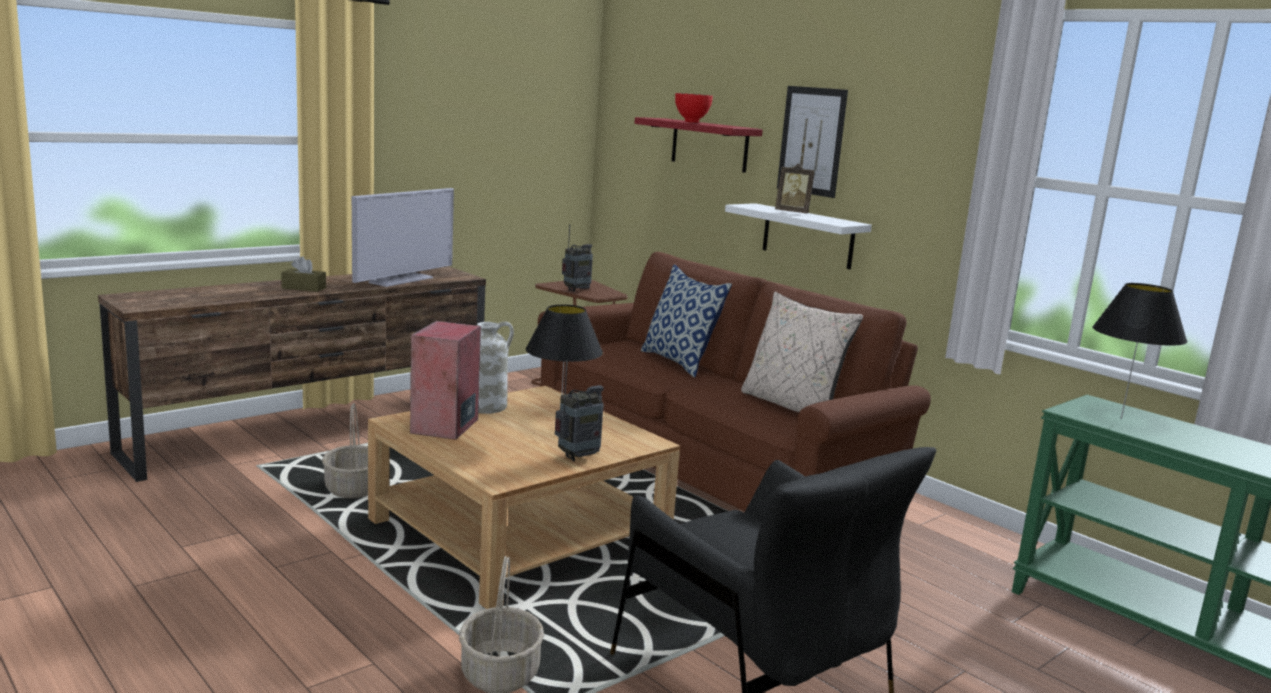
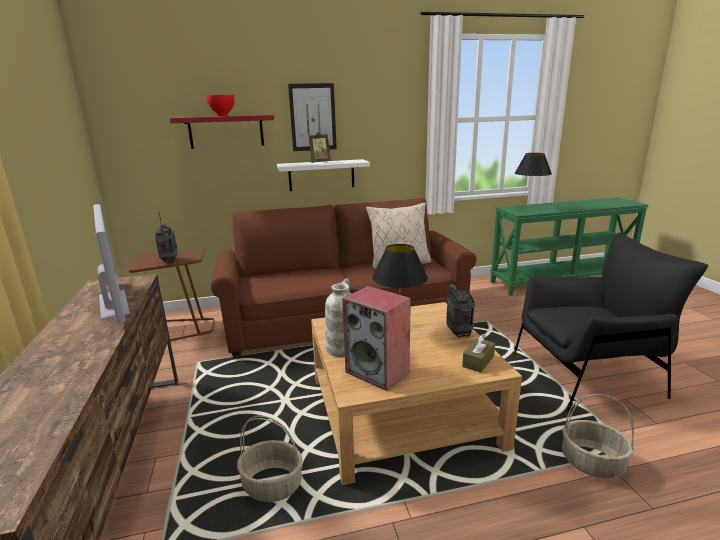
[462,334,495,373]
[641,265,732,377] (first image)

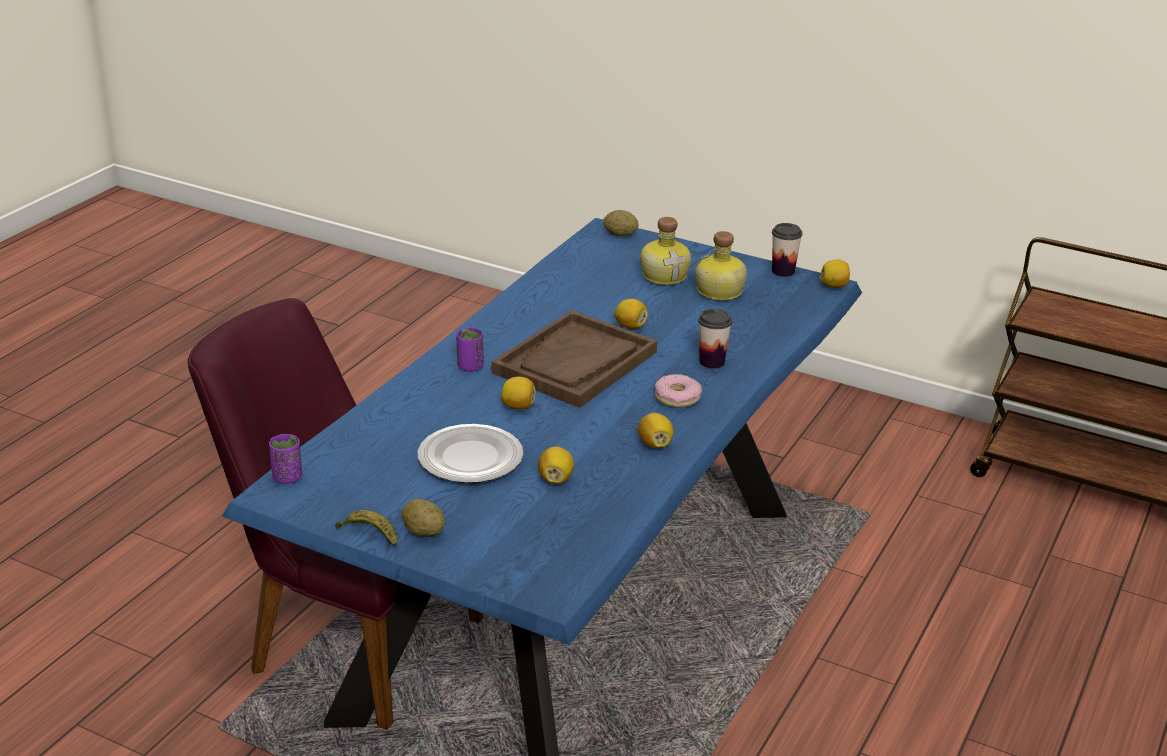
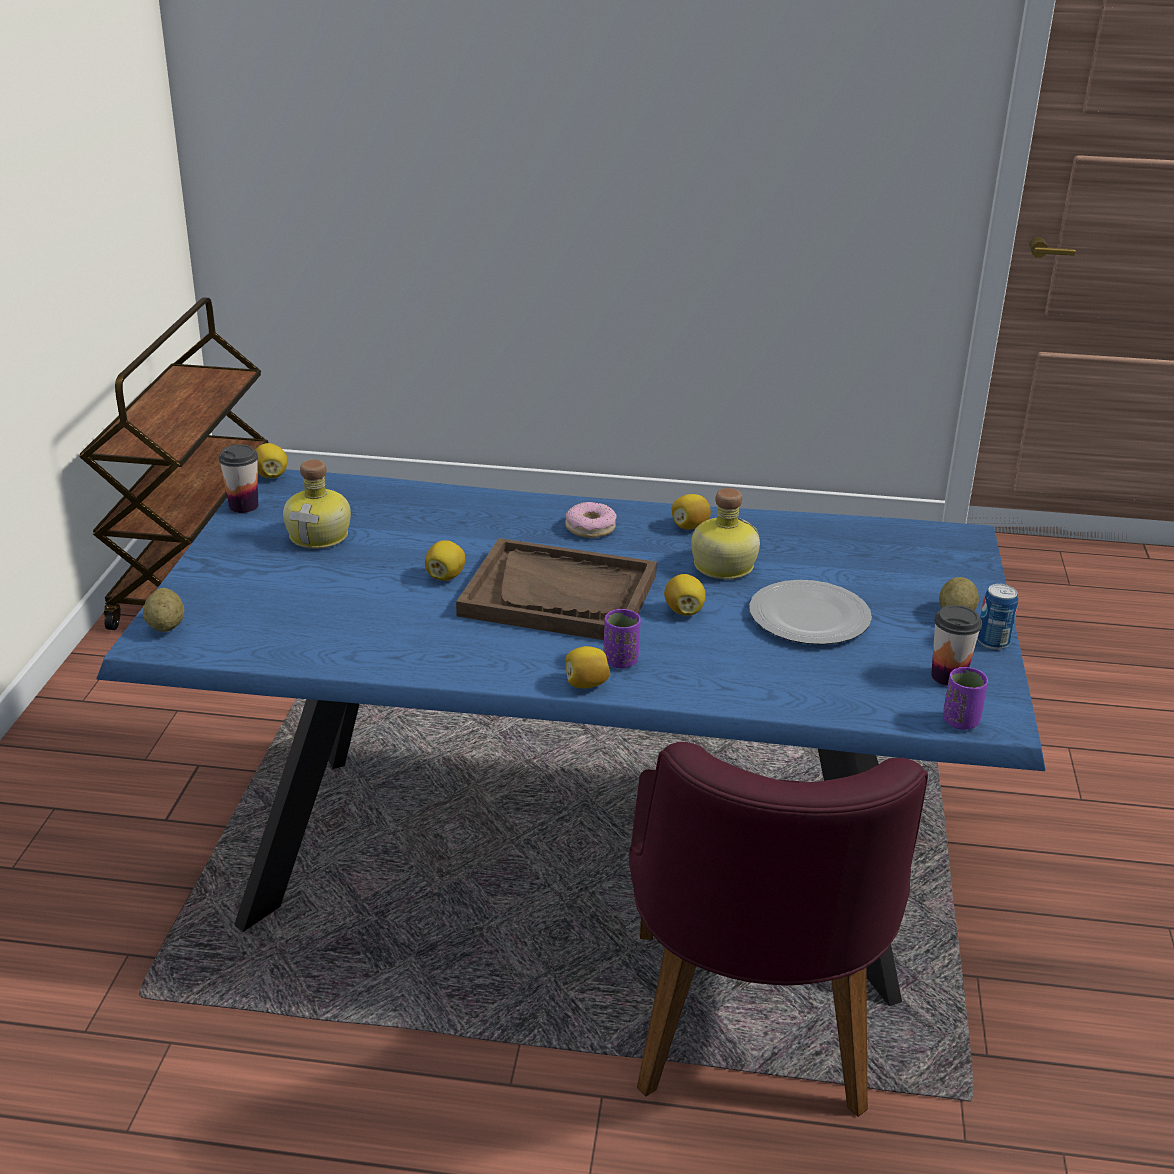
[691,488,760,580]
[931,605,982,686]
[565,646,610,689]
[977,584,1018,650]

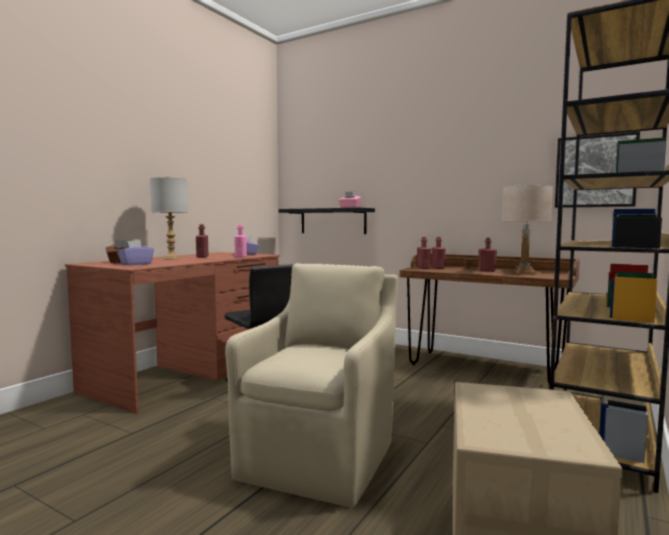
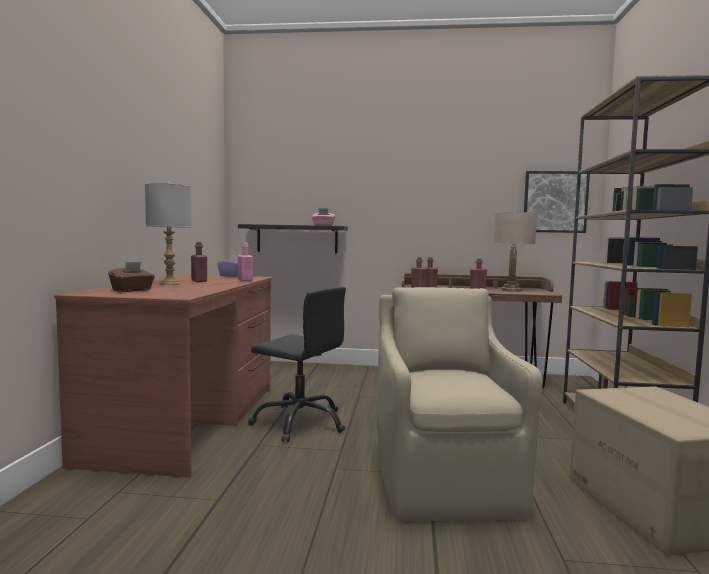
[117,240,154,265] (first image)

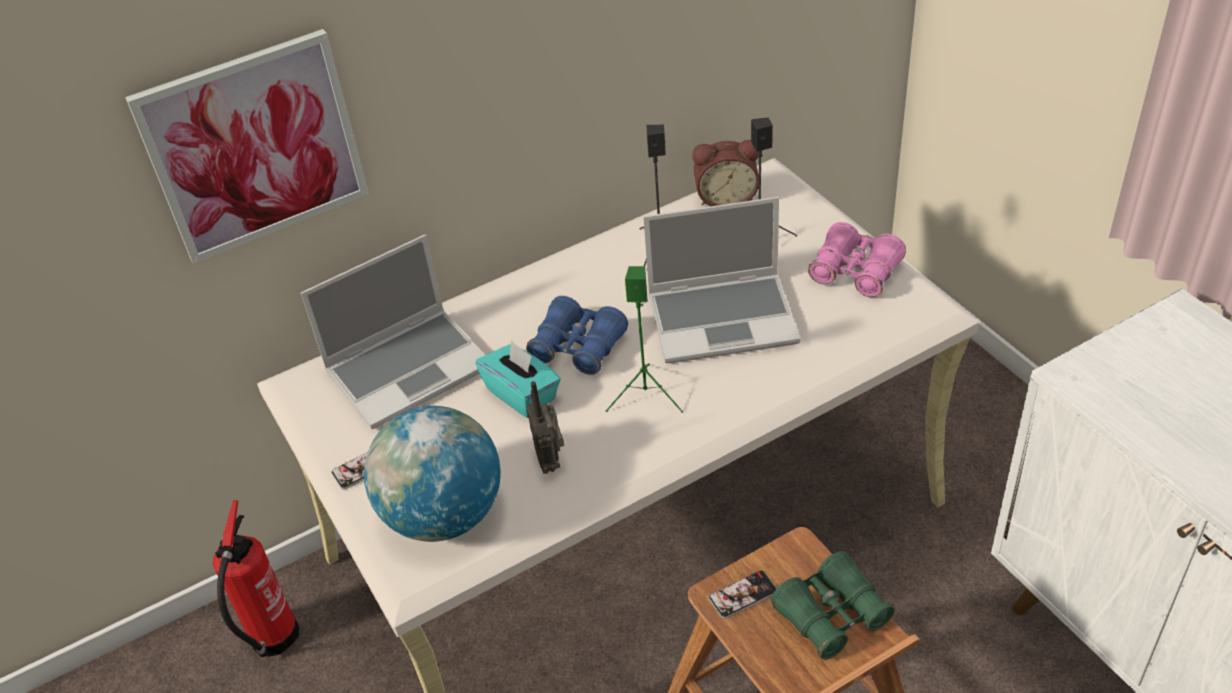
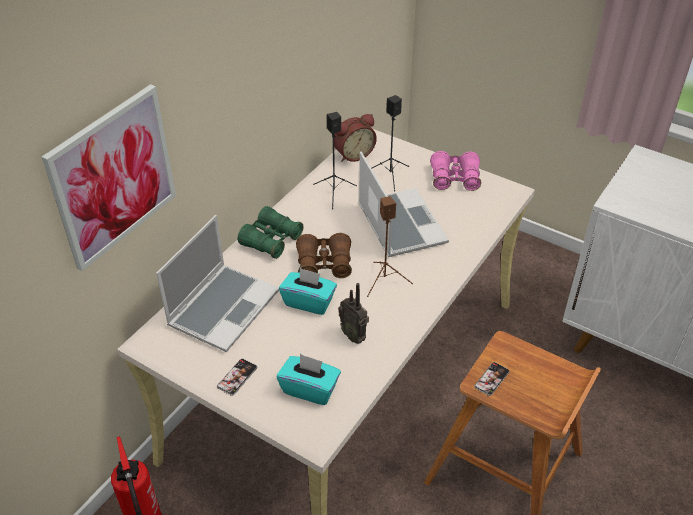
[359,151,449,257]
[367,196,413,297]
[296,233,352,278]
[277,354,341,405]
[237,206,303,259]

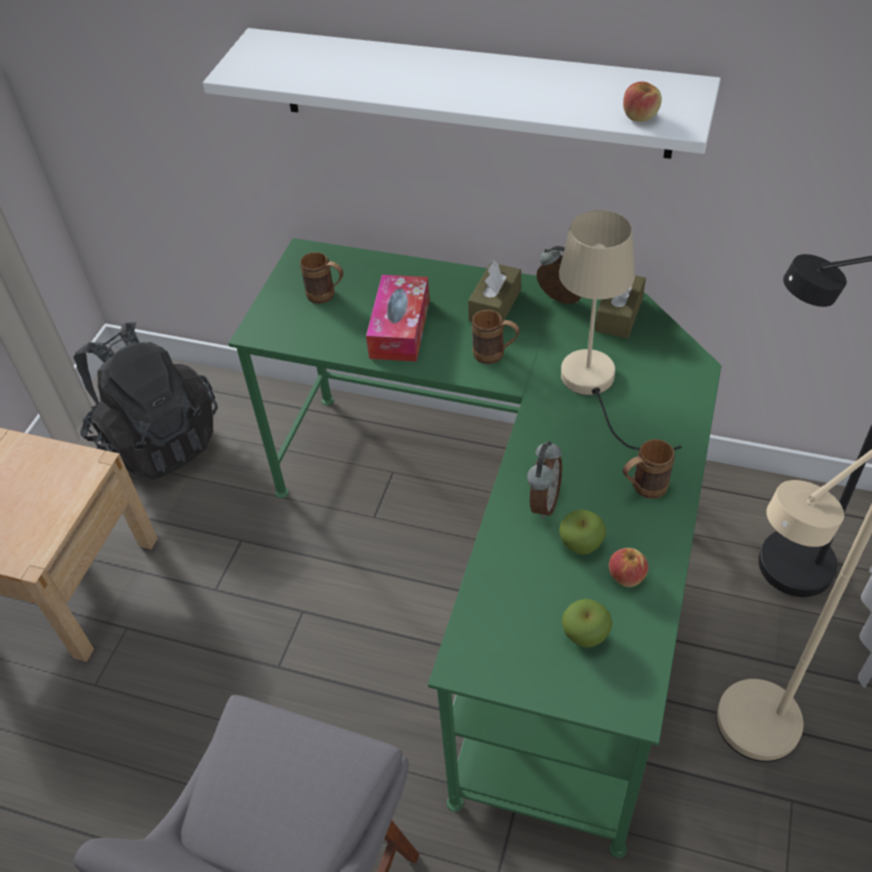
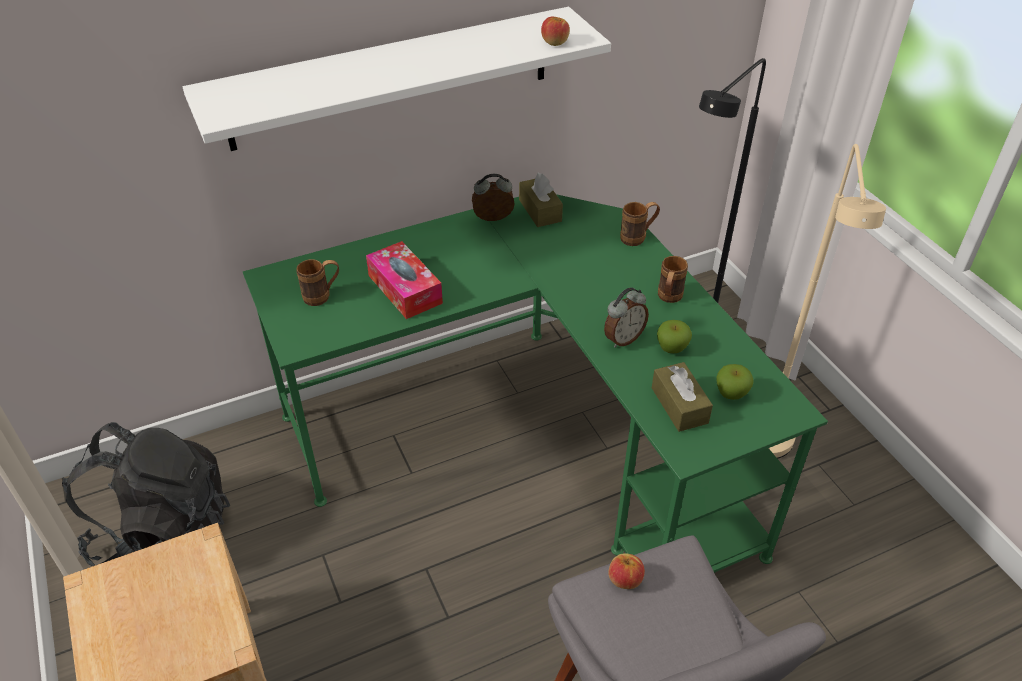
[559,210,682,450] (first image)
[652,362,713,432]
[620,202,660,246]
[604,287,649,348]
[608,553,645,589]

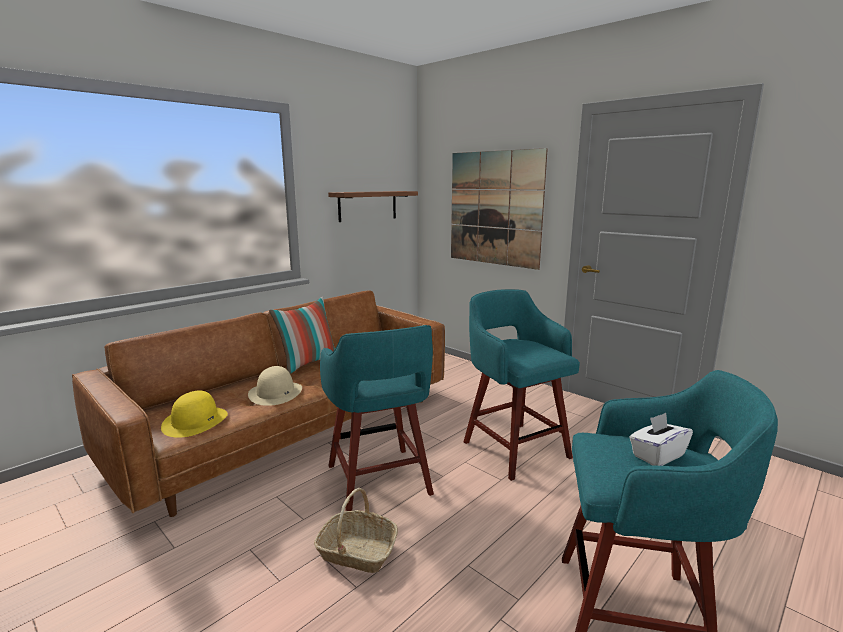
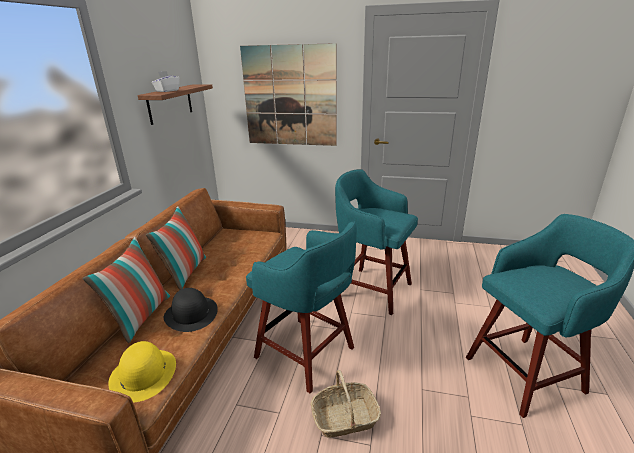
[164,288,218,332]
[152,71,179,92]
[82,237,170,343]

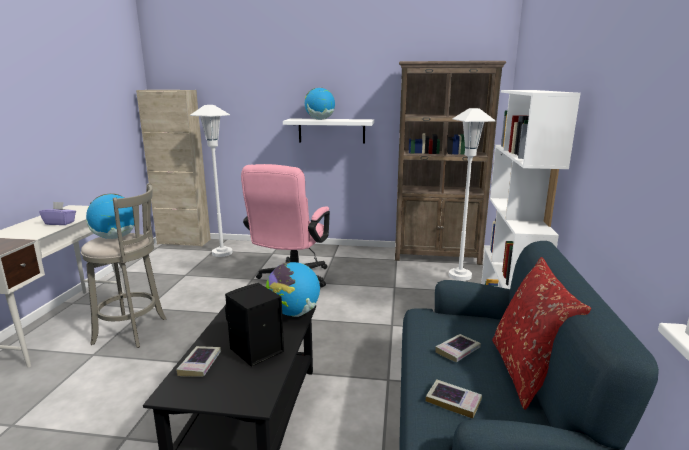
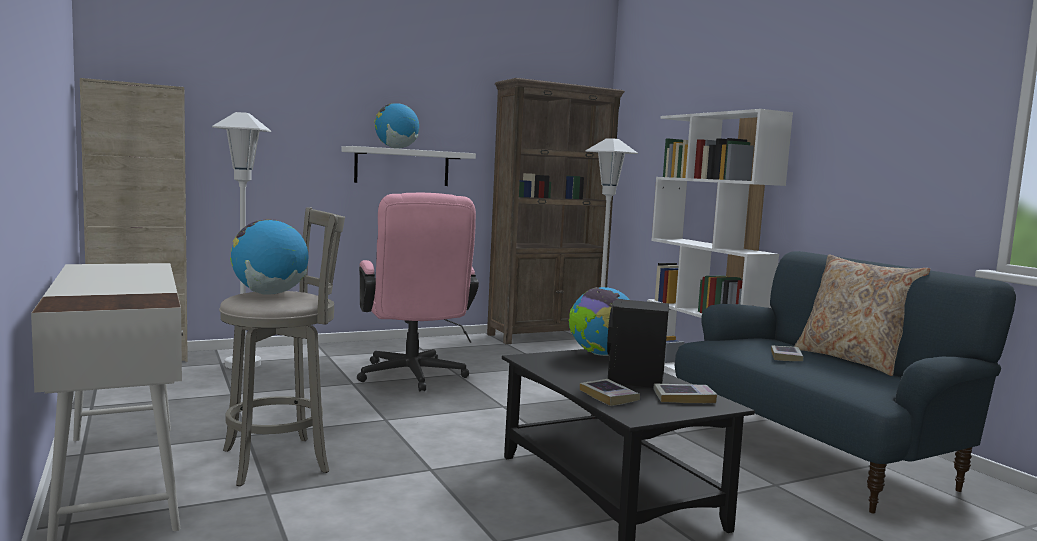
[39,202,76,225] (first image)
[794,254,931,376]
[653,383,717,403]

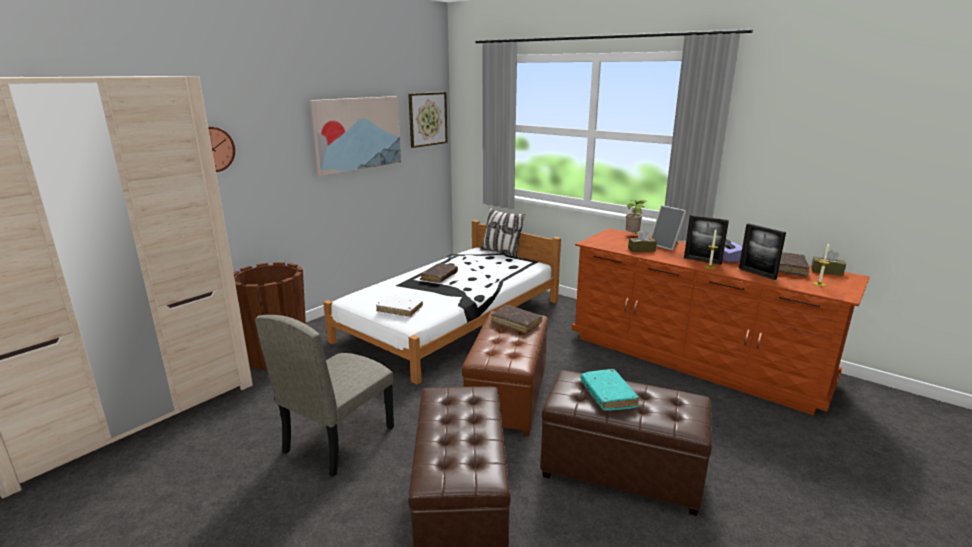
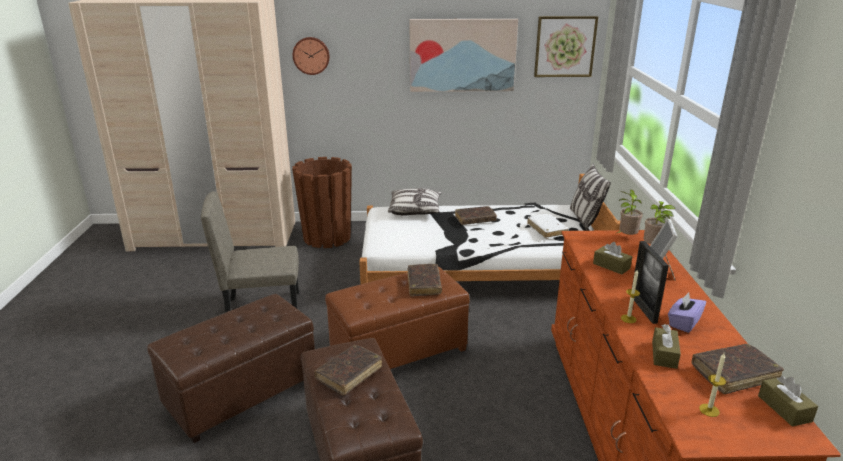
[652,324,681,369]
[527,214,569,239]
[314,345,382,396]
[388,188,441,216]
[617,190,643,235]

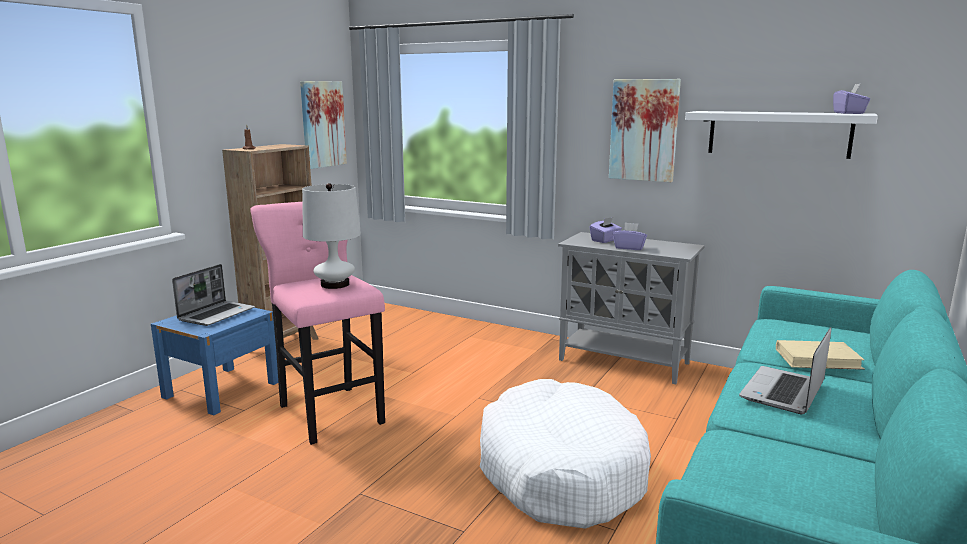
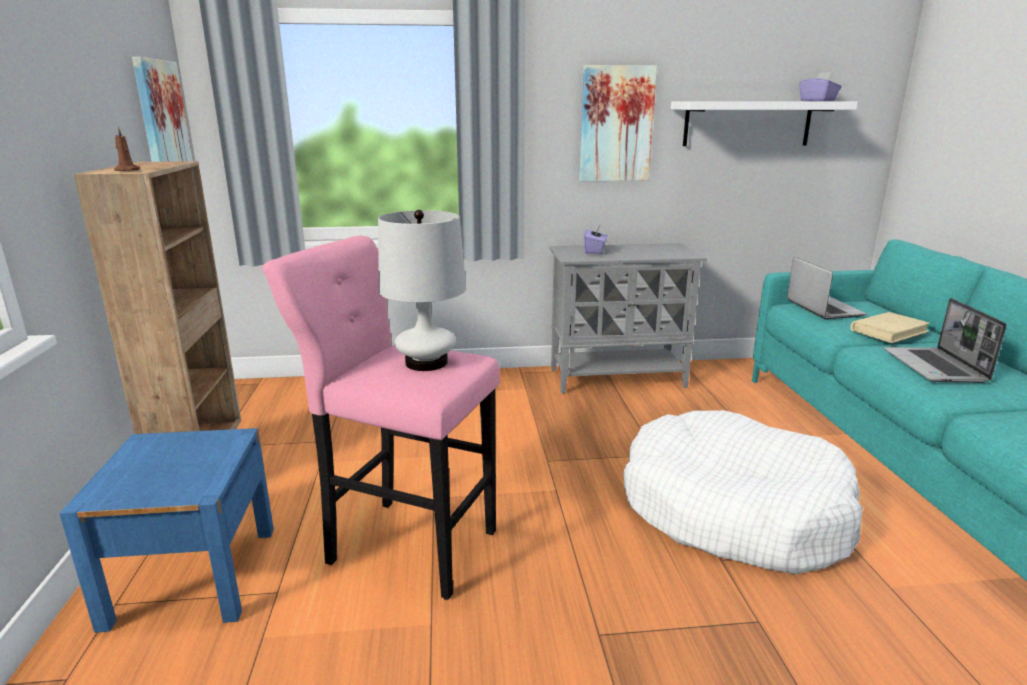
[613,223,647,250] (first image)
[787,257,867,319]

